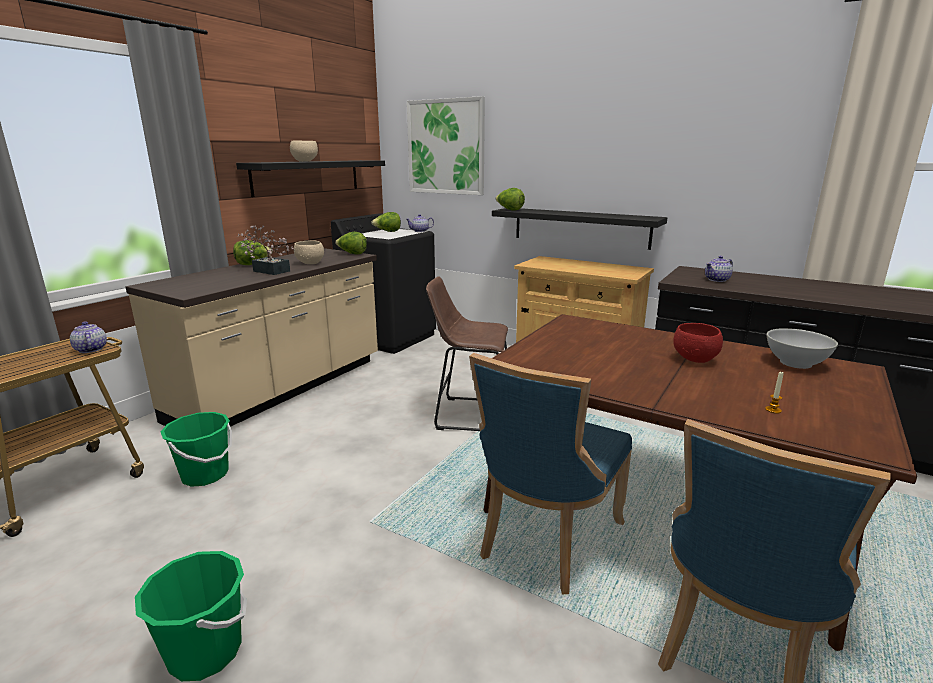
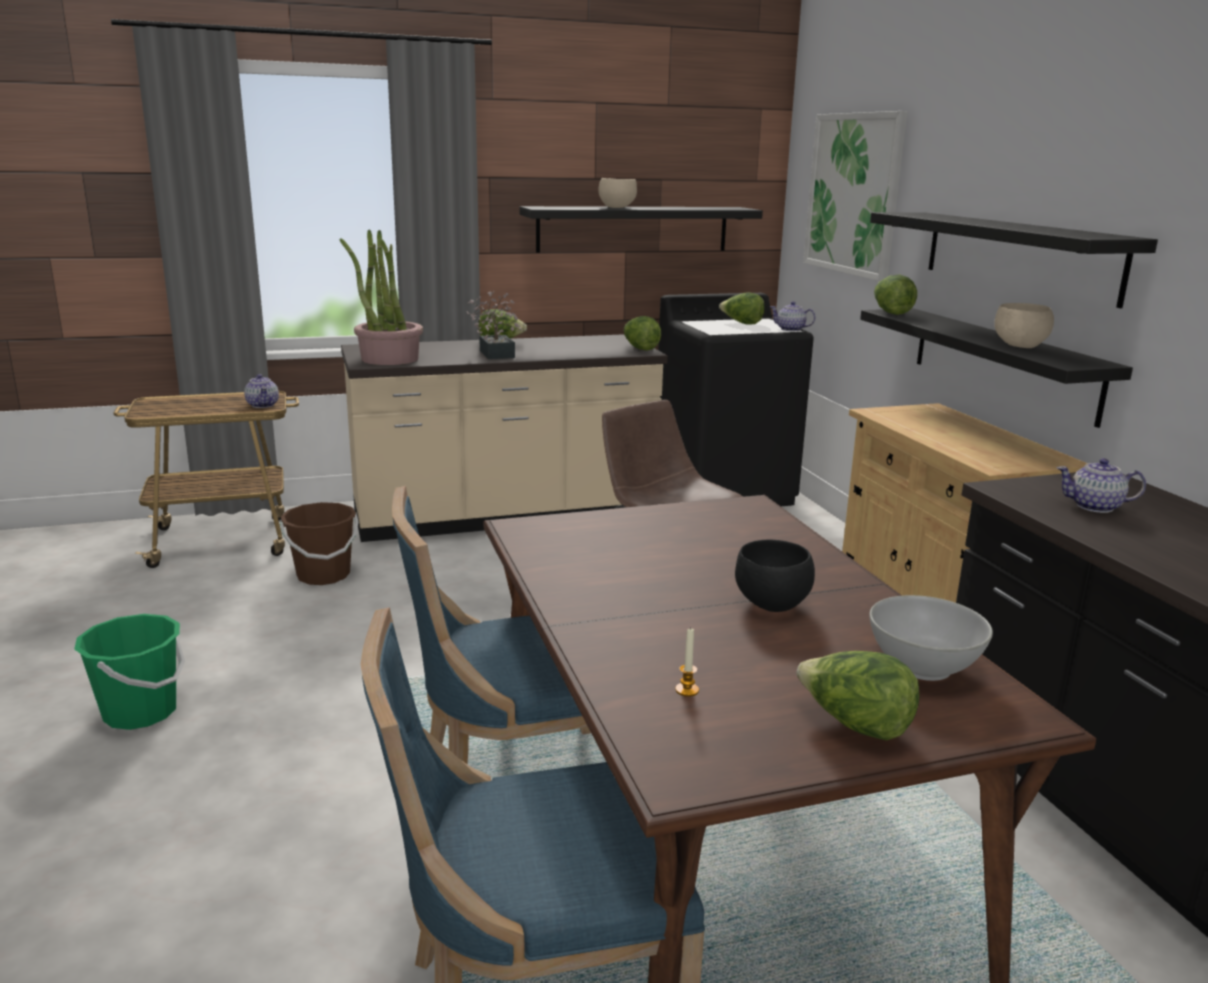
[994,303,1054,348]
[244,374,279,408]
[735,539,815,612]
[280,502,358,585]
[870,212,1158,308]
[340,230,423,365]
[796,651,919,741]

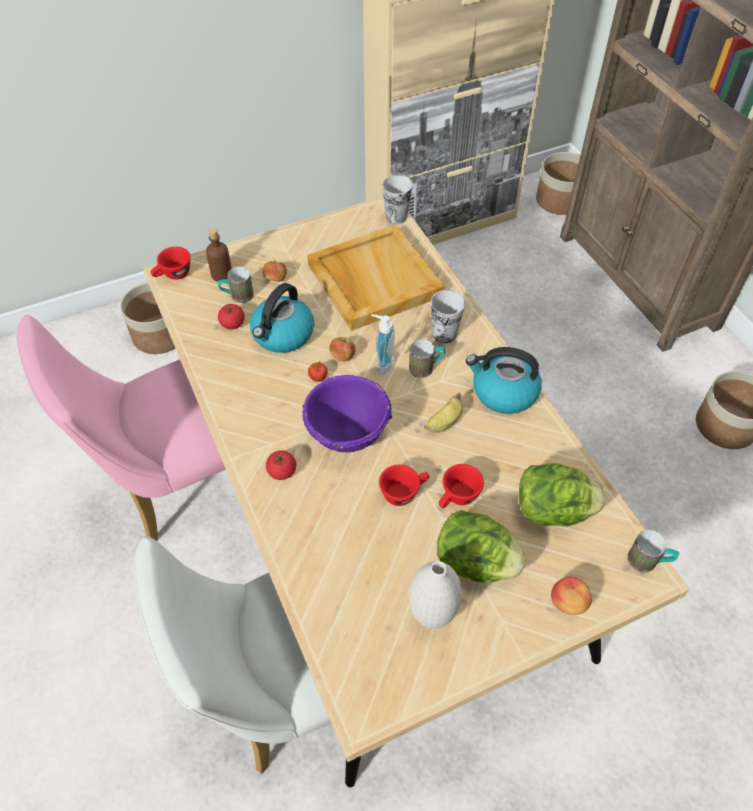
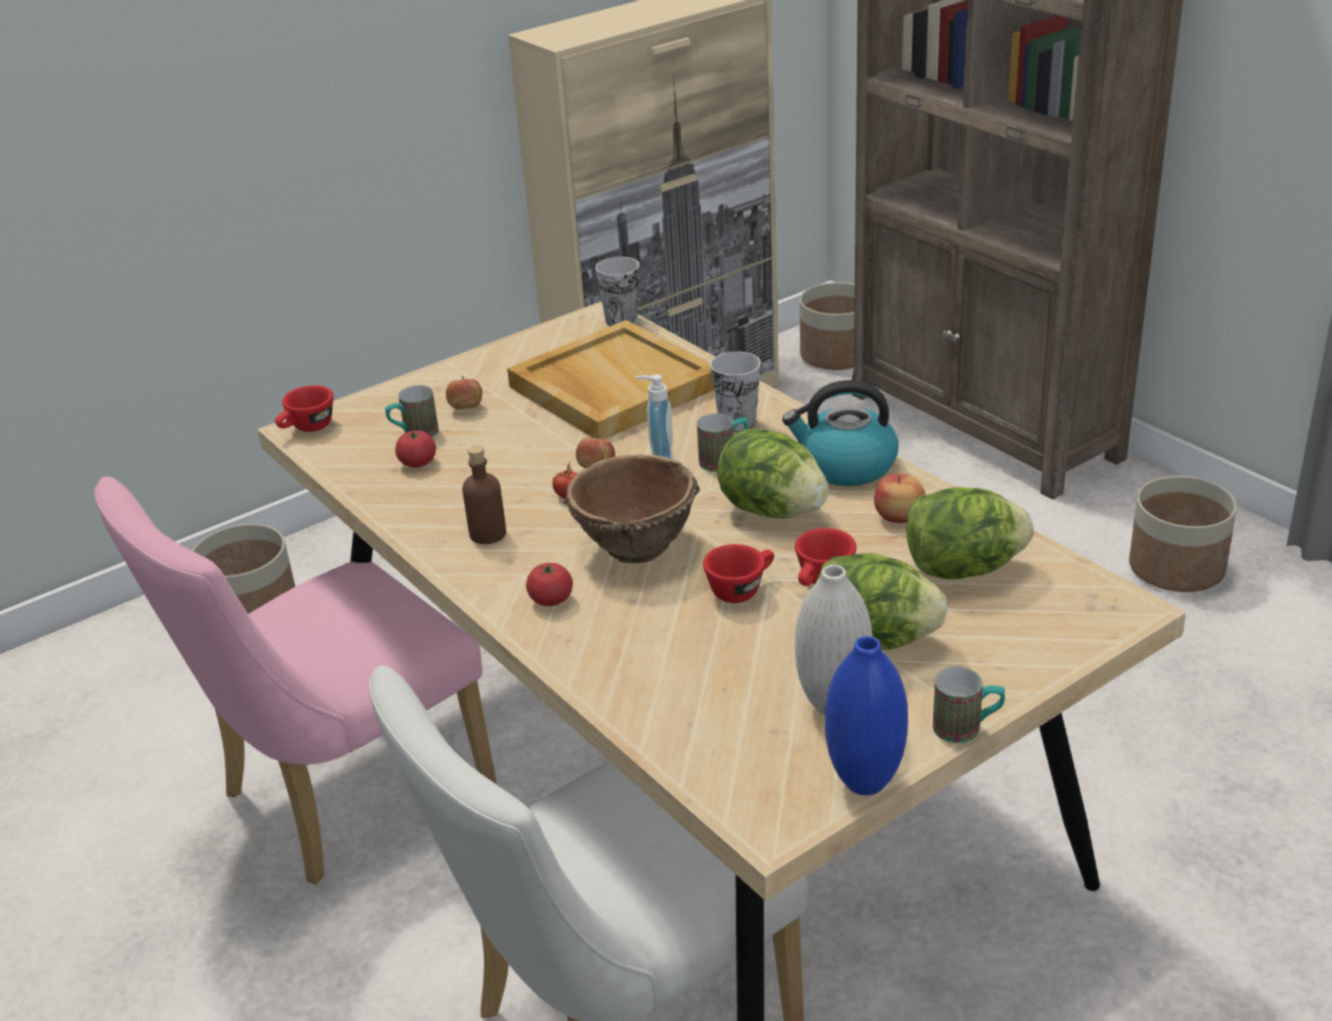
[462,445,506,544]
[250,283,314,353] (first image)
[563,455,700,563]
[717,428,829,518]
[933,667,1005,743]
[874,474,926,523]
[825,636,908,795]

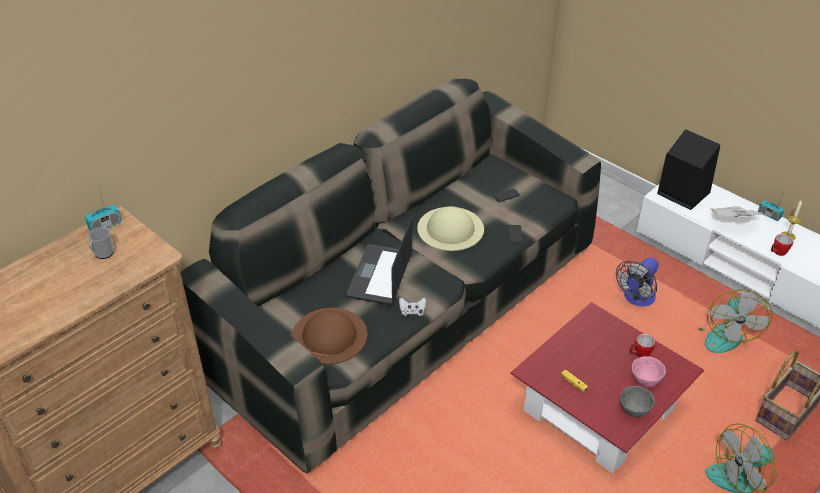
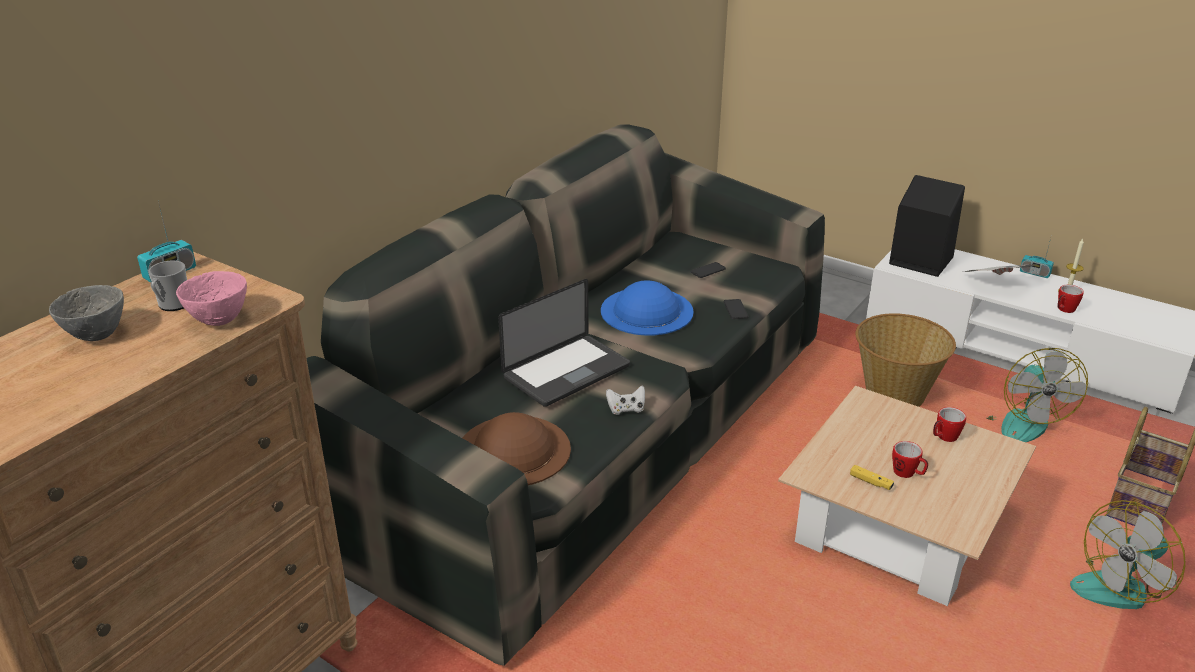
[601,280,694,336]
[498,279,630,407]
[856,313,956,407]
[778,386,1036,606]
[176,271,247,326]
[49,285,124,341]
[892,441,928,478]

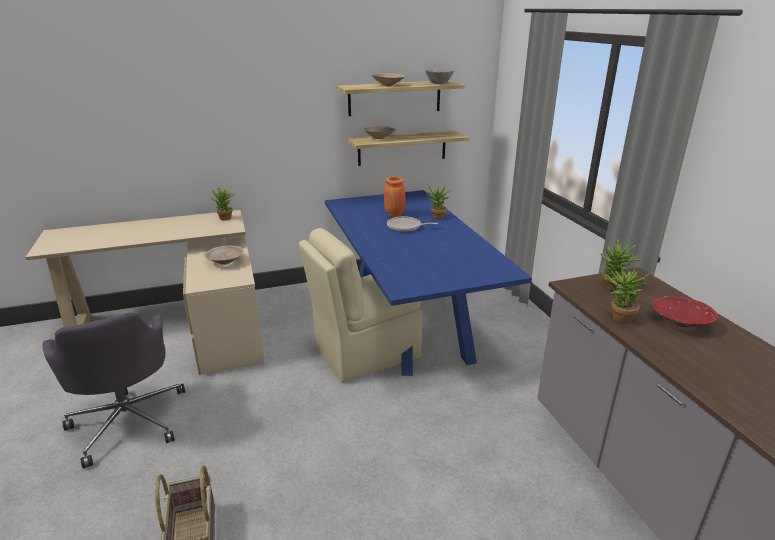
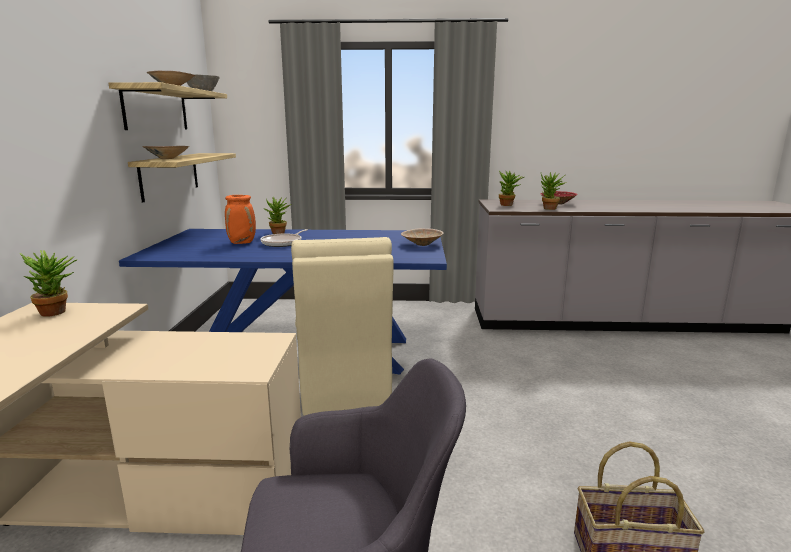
[401,228,444,246]

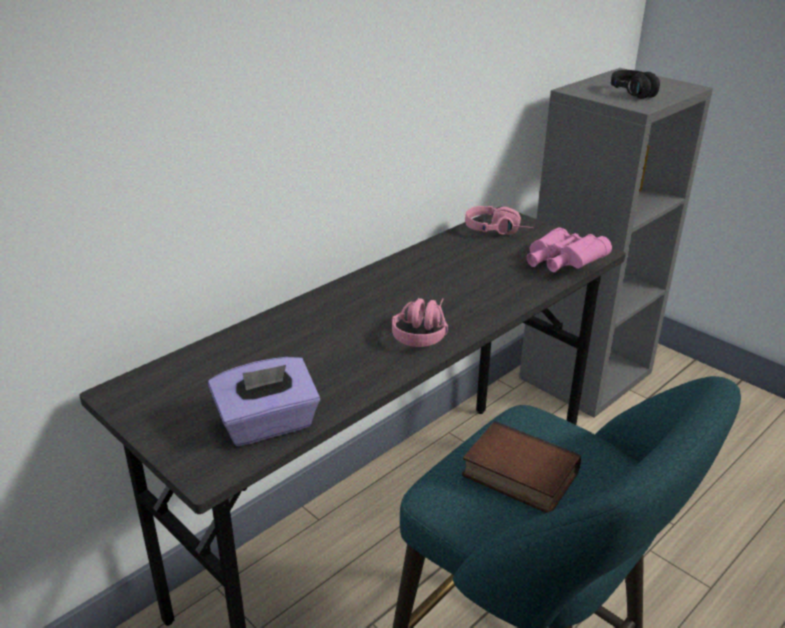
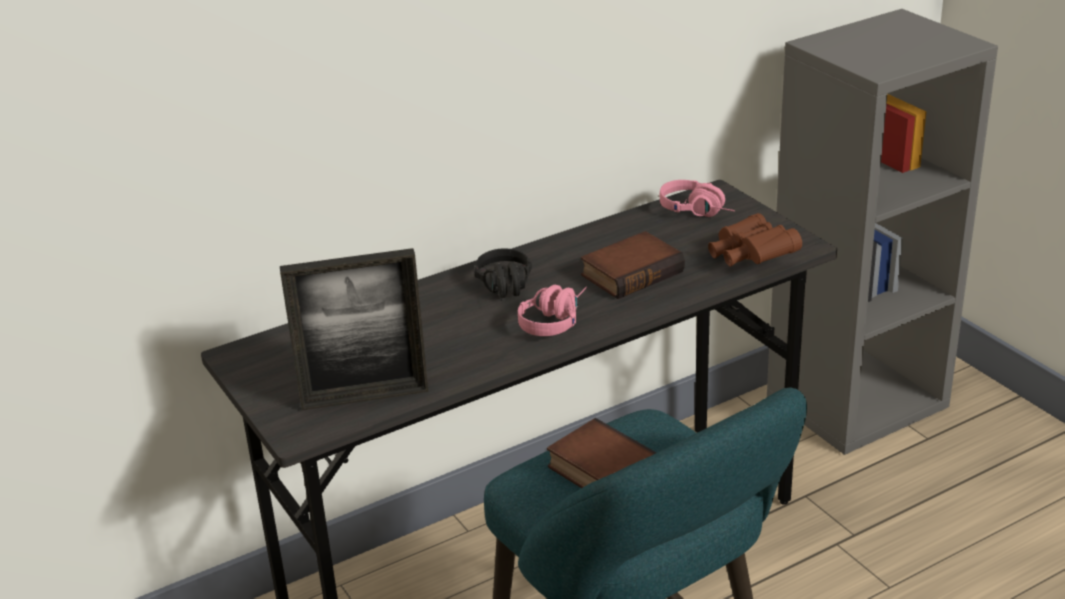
[474,248,532,301]
[708,213,802,267]
[280,248,429,411]
[581,231,685,299]

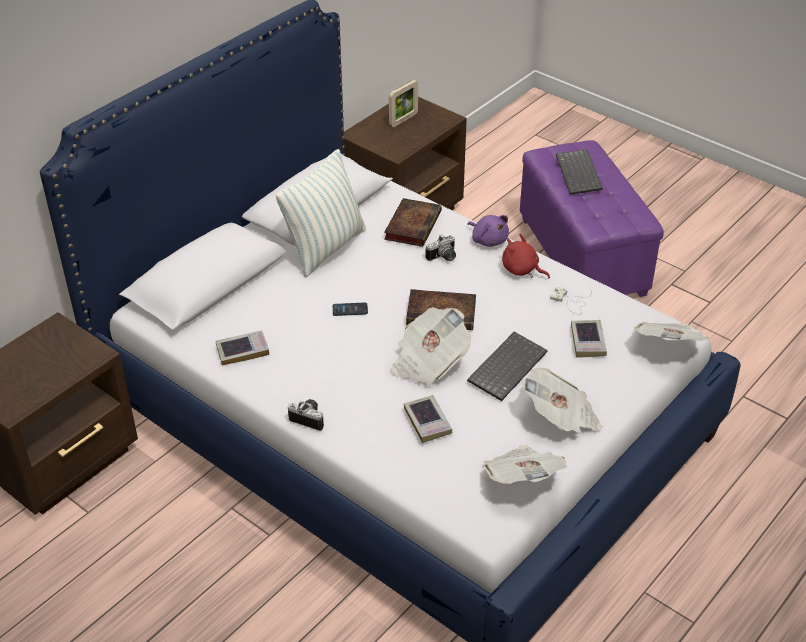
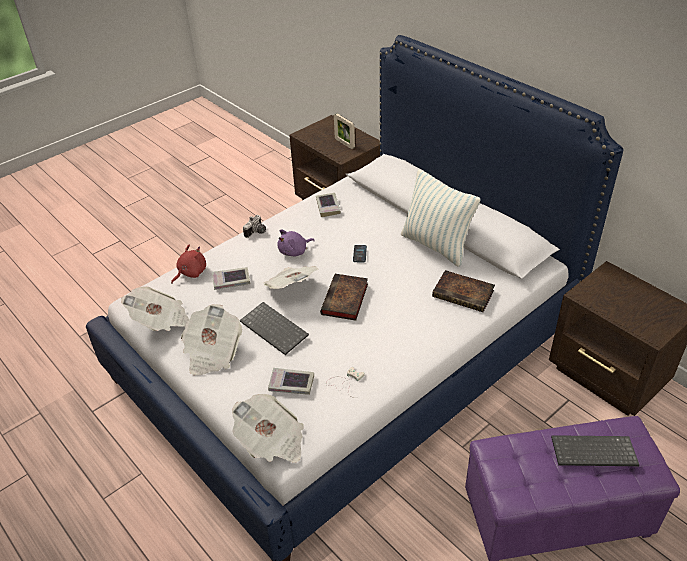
[334,113,355,149]
[277,230,315,256]
[171,245,206,284]
[425,235,456,261] (first image)

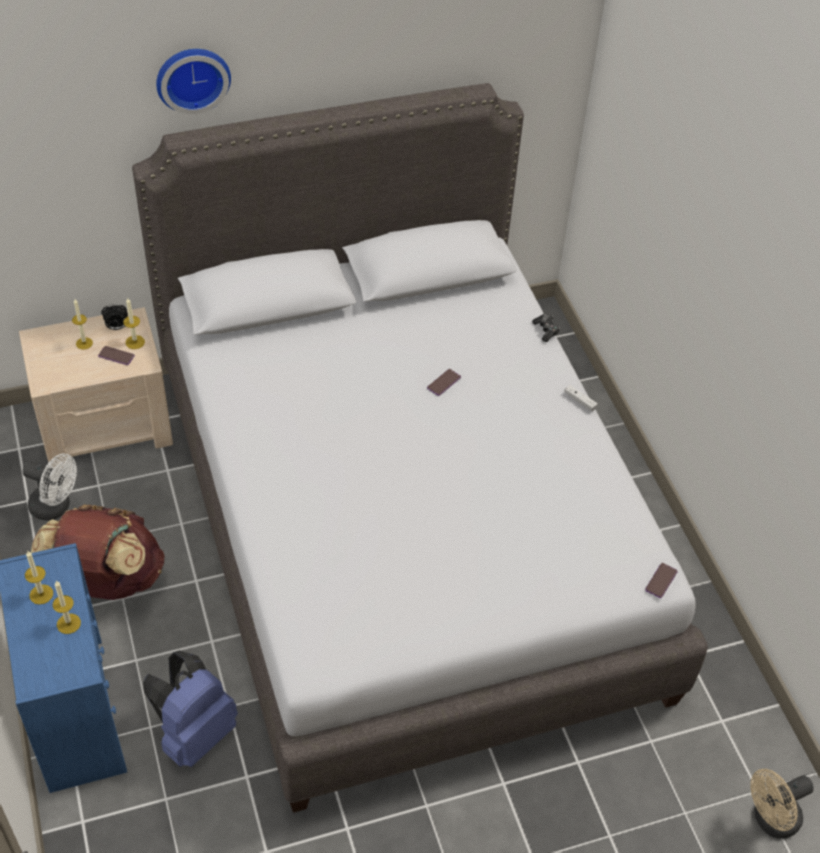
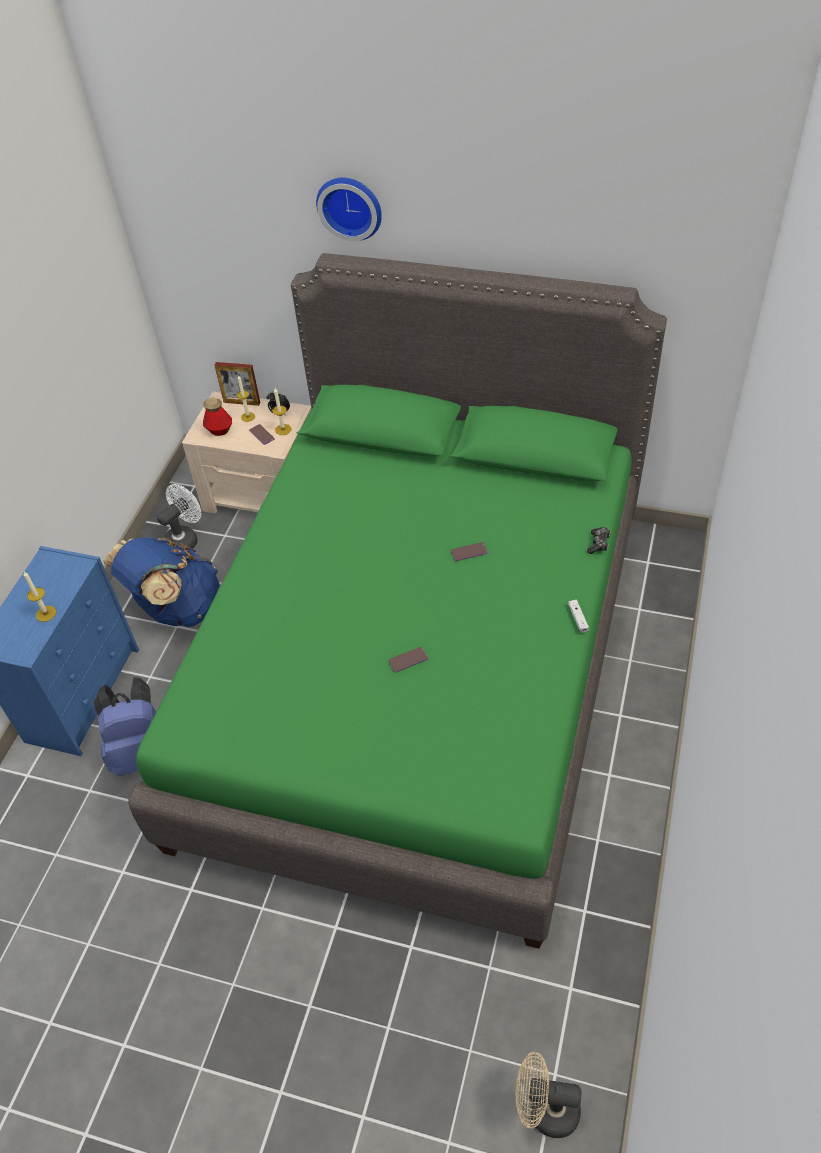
[128,253,667,949]
[157,484,201,549]
[103,537,220,627]
[25,551,53,605] (first image)
[388,647,428,672]
[214,362,260,406]
[203,398,232,436]

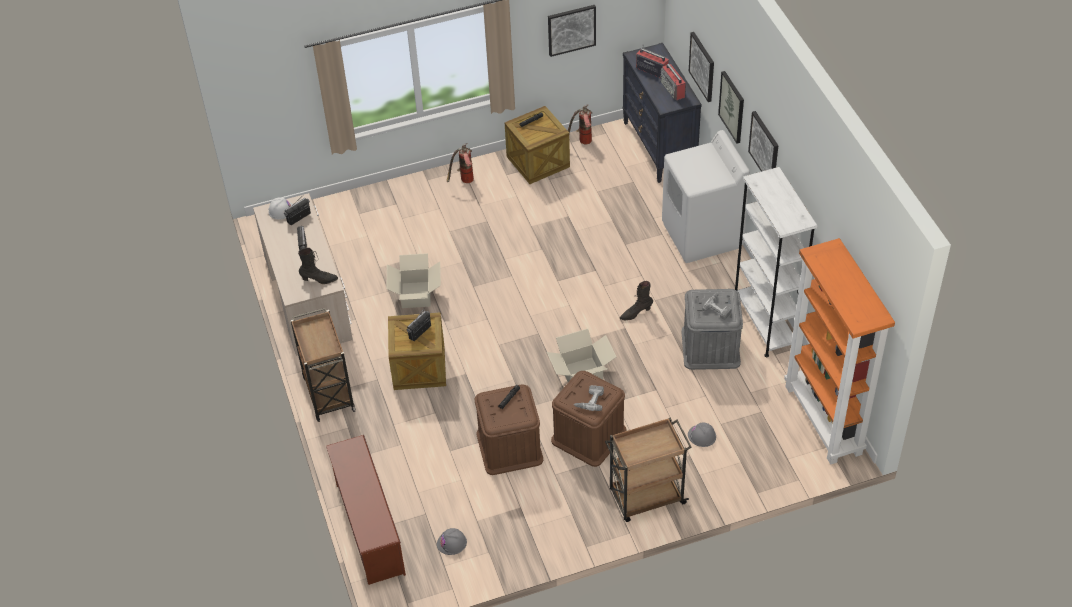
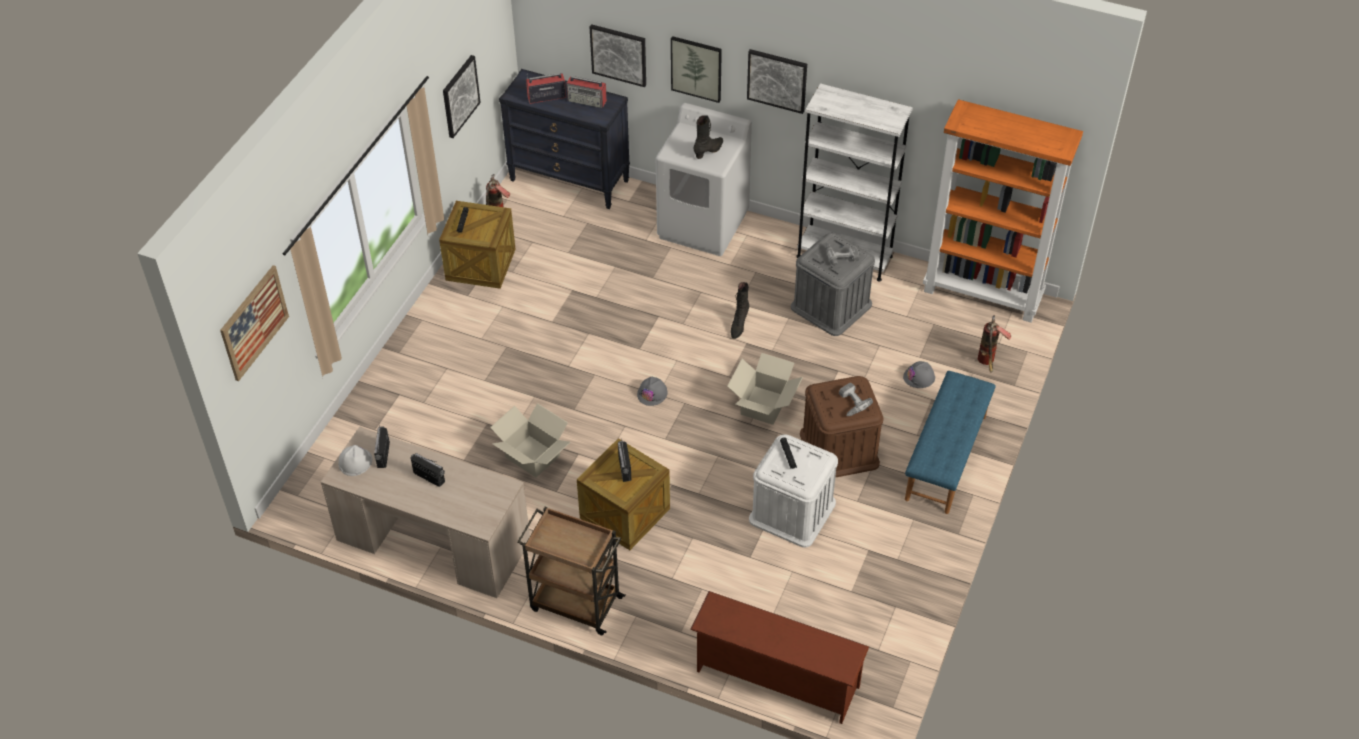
[978,315,1011,373]
[694,115,723,159]
[749,434,838,547]
[905,371,996,514]
[637,377,668,406]
[220,265,289,381]

